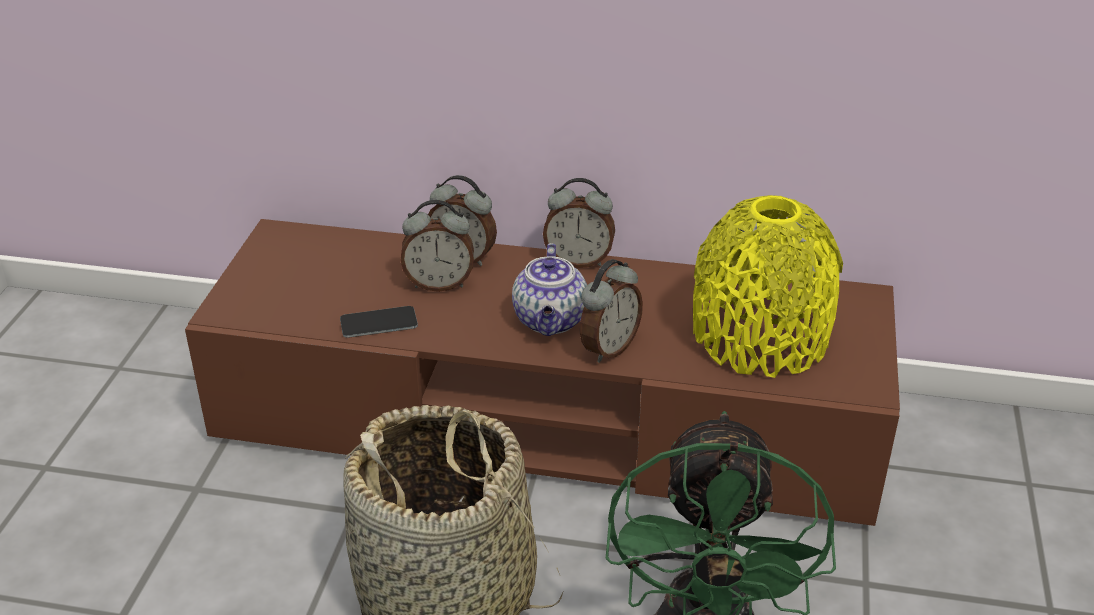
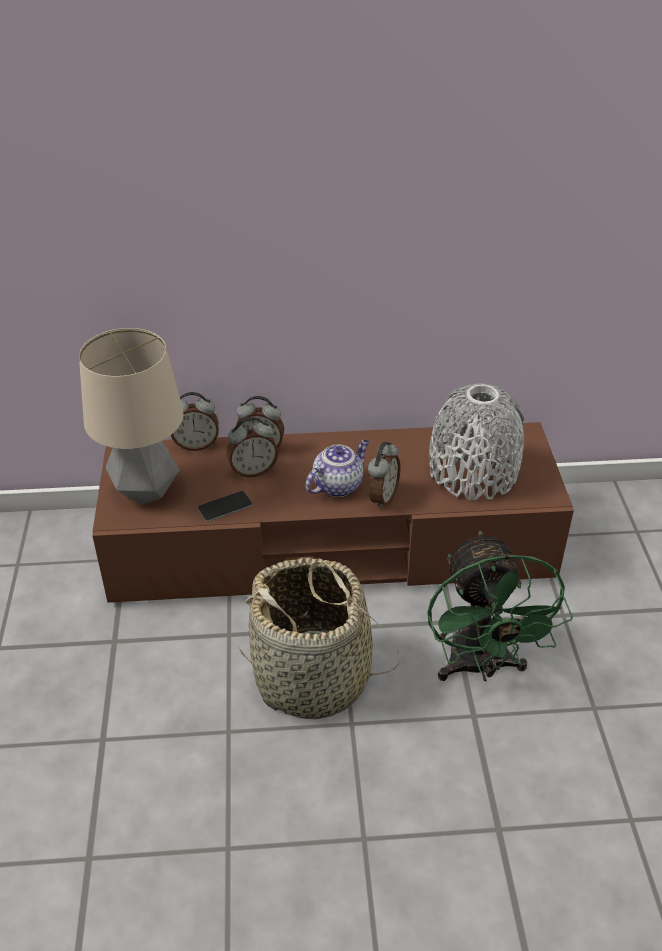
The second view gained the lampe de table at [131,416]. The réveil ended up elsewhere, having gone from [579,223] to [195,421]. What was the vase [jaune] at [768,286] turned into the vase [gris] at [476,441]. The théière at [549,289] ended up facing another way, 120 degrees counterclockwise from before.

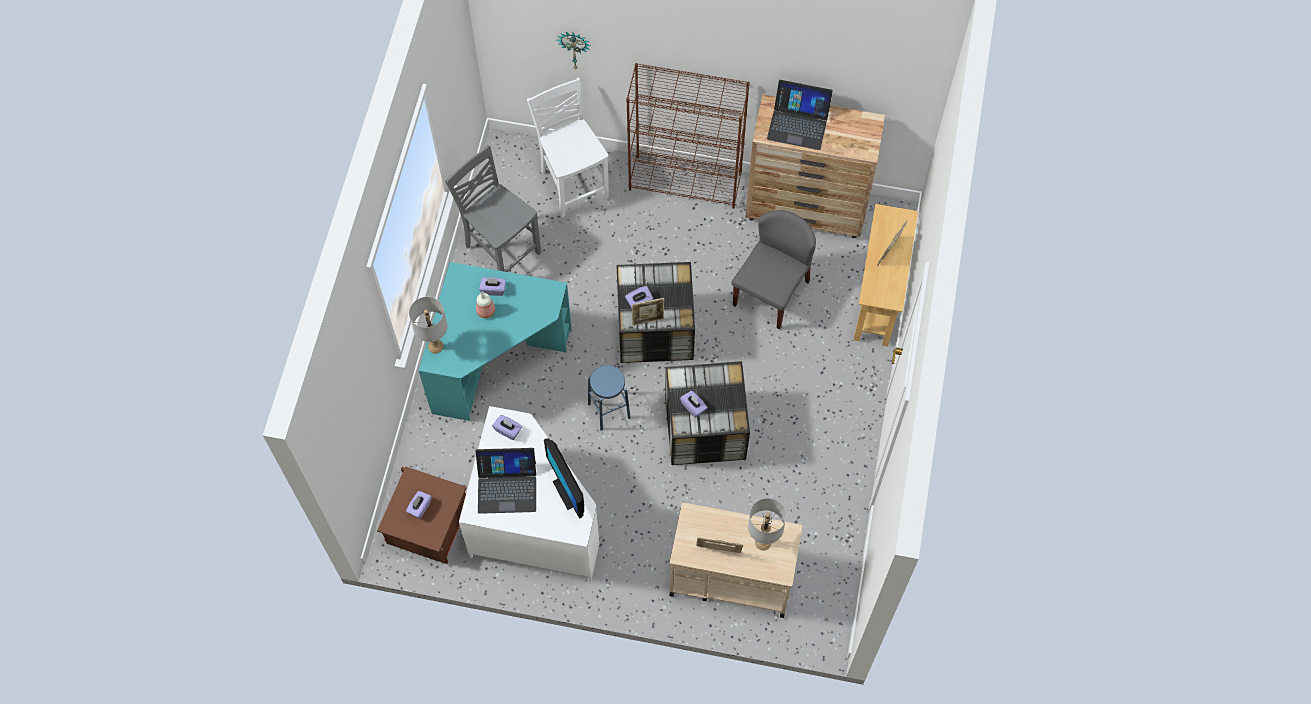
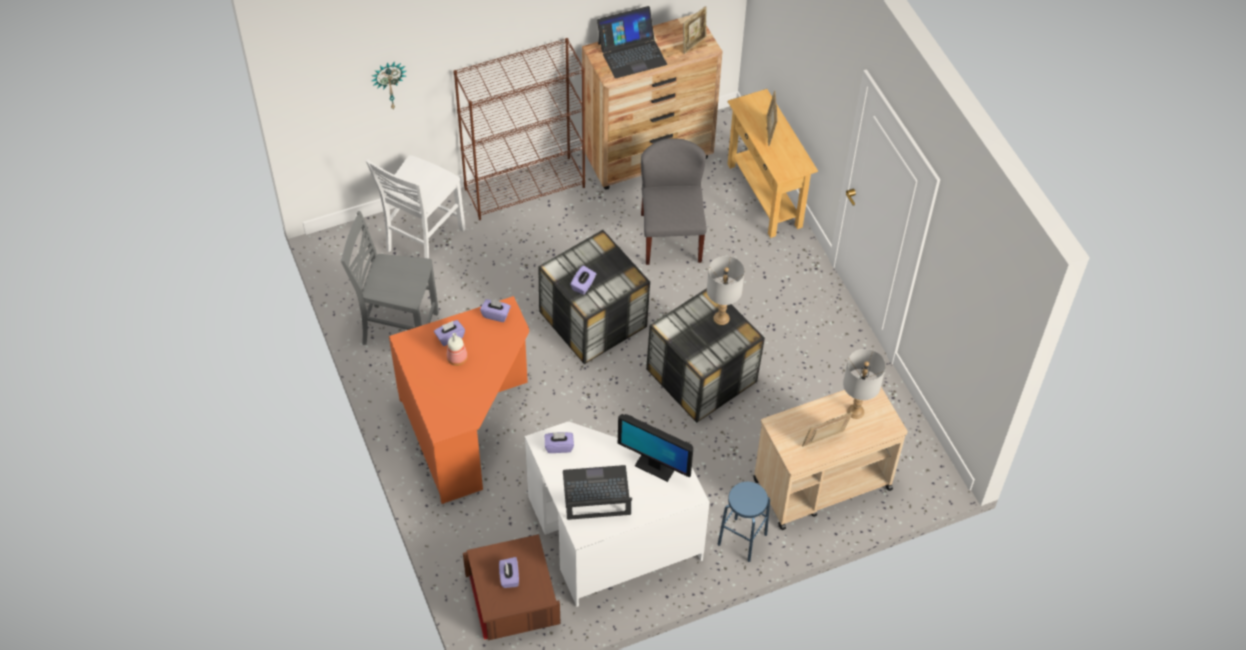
The lampe de table [gris] ended up elsewhere, having gone from [428,325] to [726,290]. The tabouret [bleu] ended up elsewhere, having gone from [609,398] to [744,521]. The cadre photo ended up elsewhere, having gone from [648,312] to [694,30]. The boîte à mouchoirs [violet] ended up elsewhere, having gone from [693,404] to [495,310]. What was the bureau [turquoise] at [495,341] turned into the bureau [orange] at [459,400]. The ordinateur portable at [506,481] ended up facing another way, 150 degrees counterclockwise from before. The chaise [blanc] at [568,148] ended up facing another way, 90 degrees counterclockwise from before.

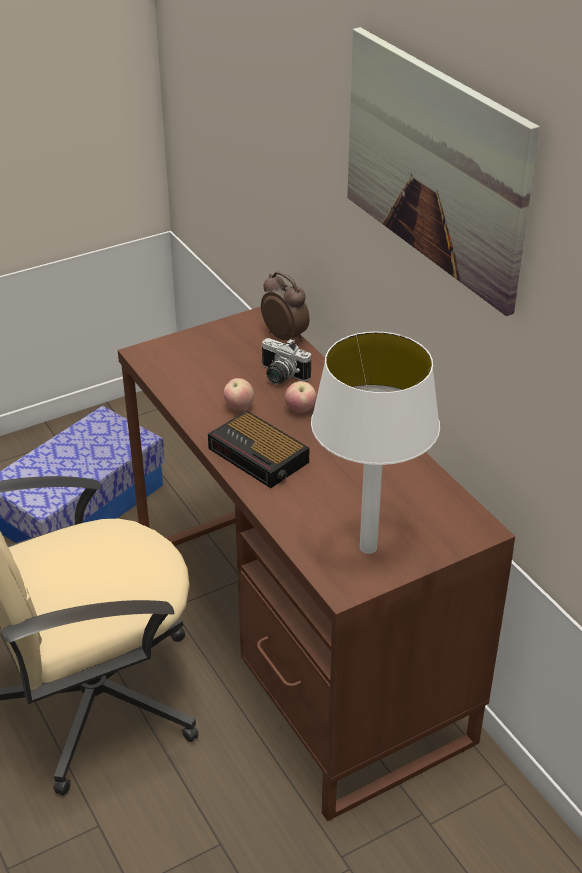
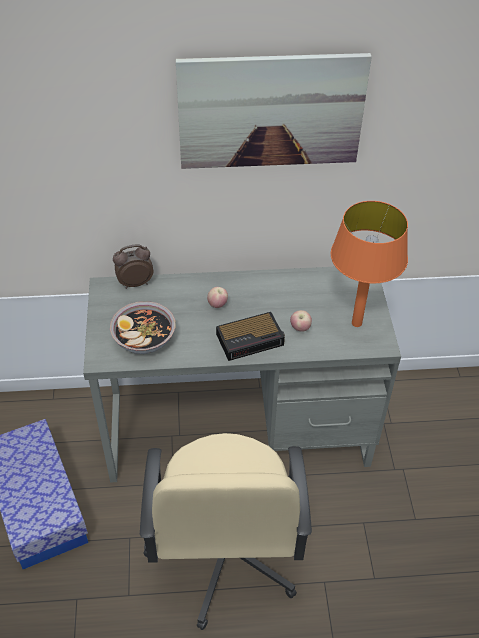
The second view lost the appareil photo at [286,361]. The second view gained the bol at [142,327]. The pomme ended up elsewhere, having gone from [239,394] to [301,321]. What was the bureau [marron] at [316,564] turned into the bureau [gris] at [242,374]. What was the lampe de table [blanc] at [375,443] turned into the lampe de table [orange] at [369,264].

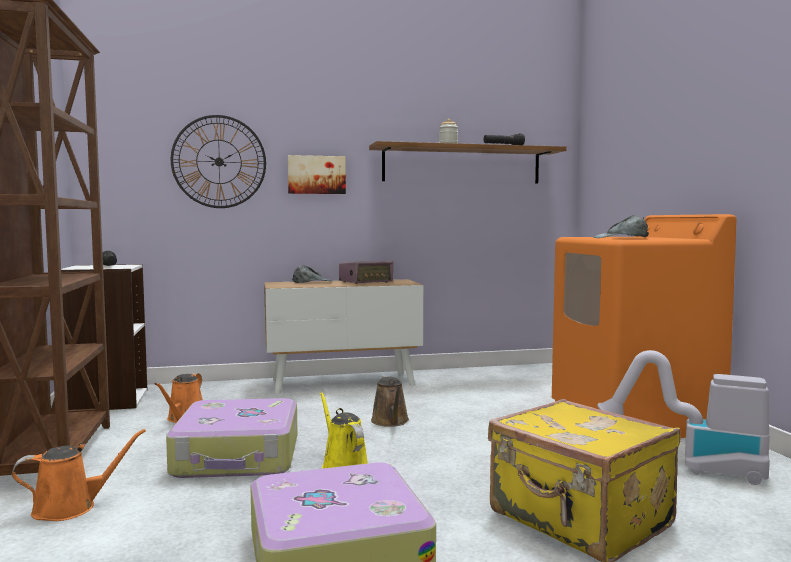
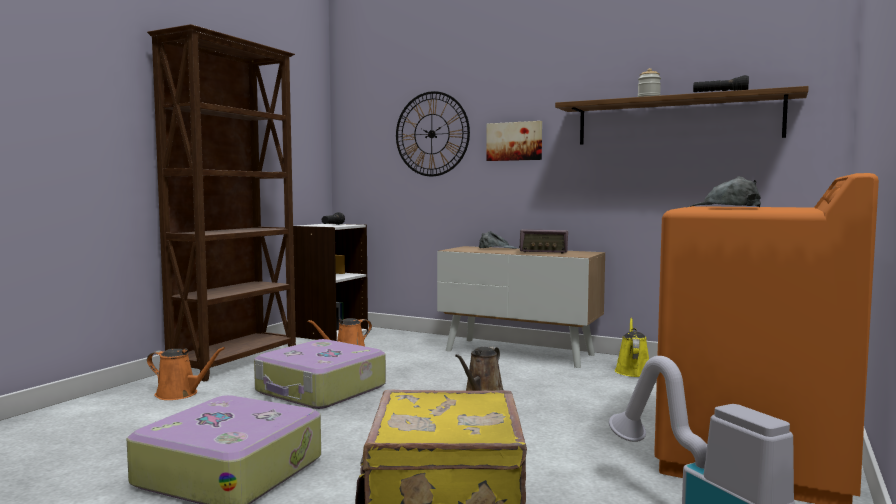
The arrosoir [jaune] ended up elsewhere, having gone from [344,430] to [632,347].

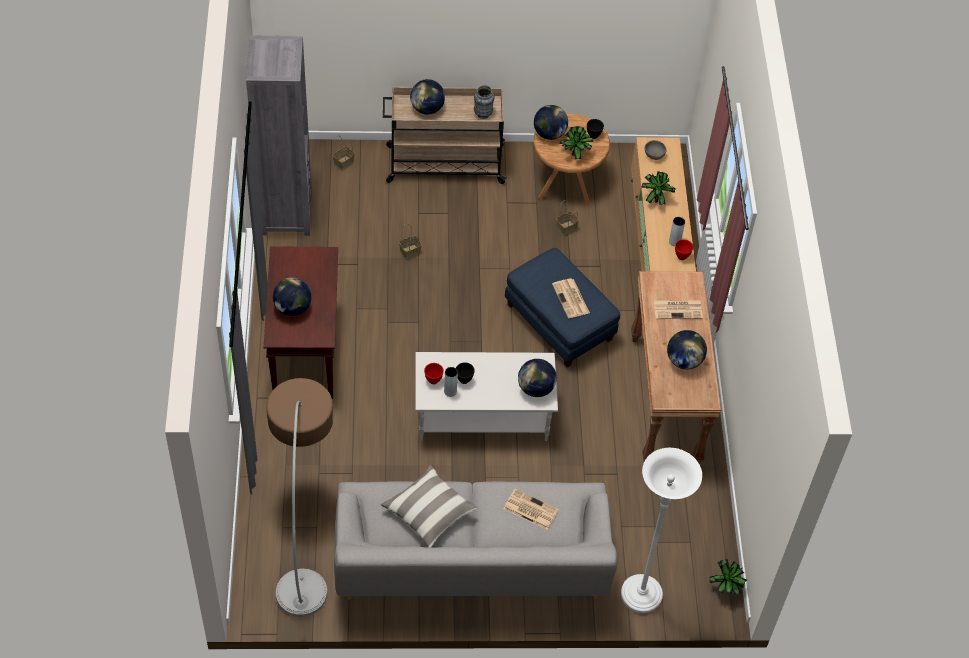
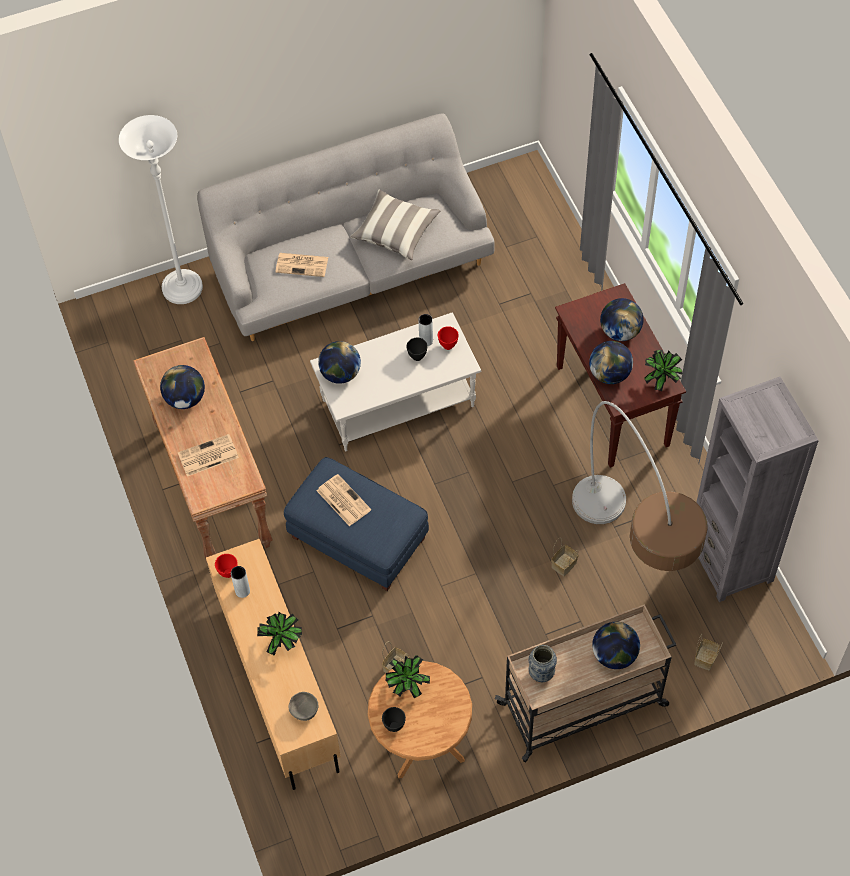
The lampadaire ended up elsewhere, having gone from [299,497] to [640,486]. The globe ended up elsewhere, having gone from [551,122] to [611,362]. The plante en pot ended up elsewhere, having gone from [728,577] to [664,370].

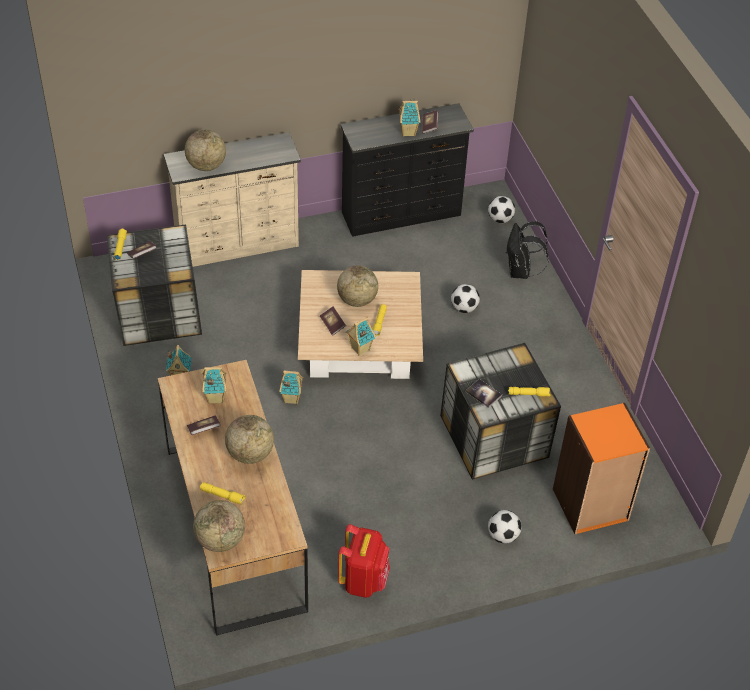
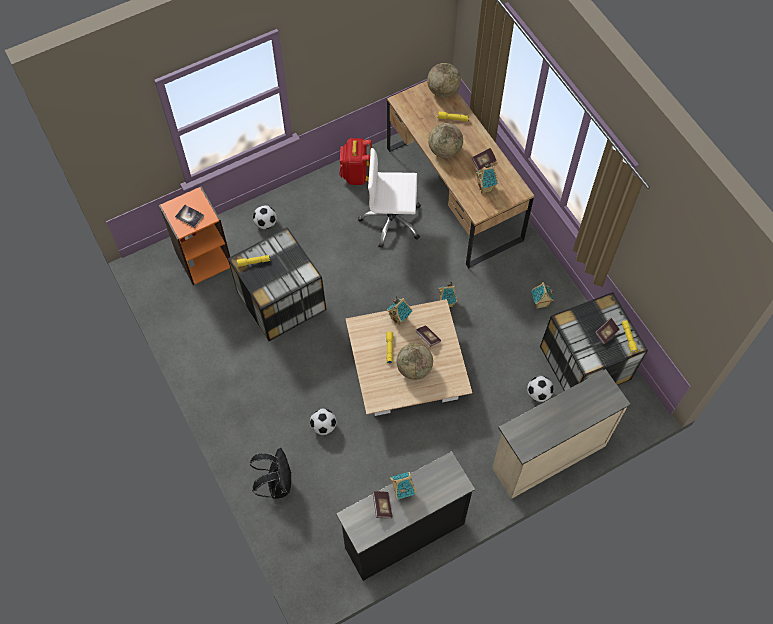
The second view lost the globe at [205,150]. The second view gained the chaise de bureau [blanc] at [389,198]. The livre ended up elsewhere, having gone from [484,393] to [189,216]. The ballon de foot ended up elsewhere, having gone from [501,209] to [540,389].

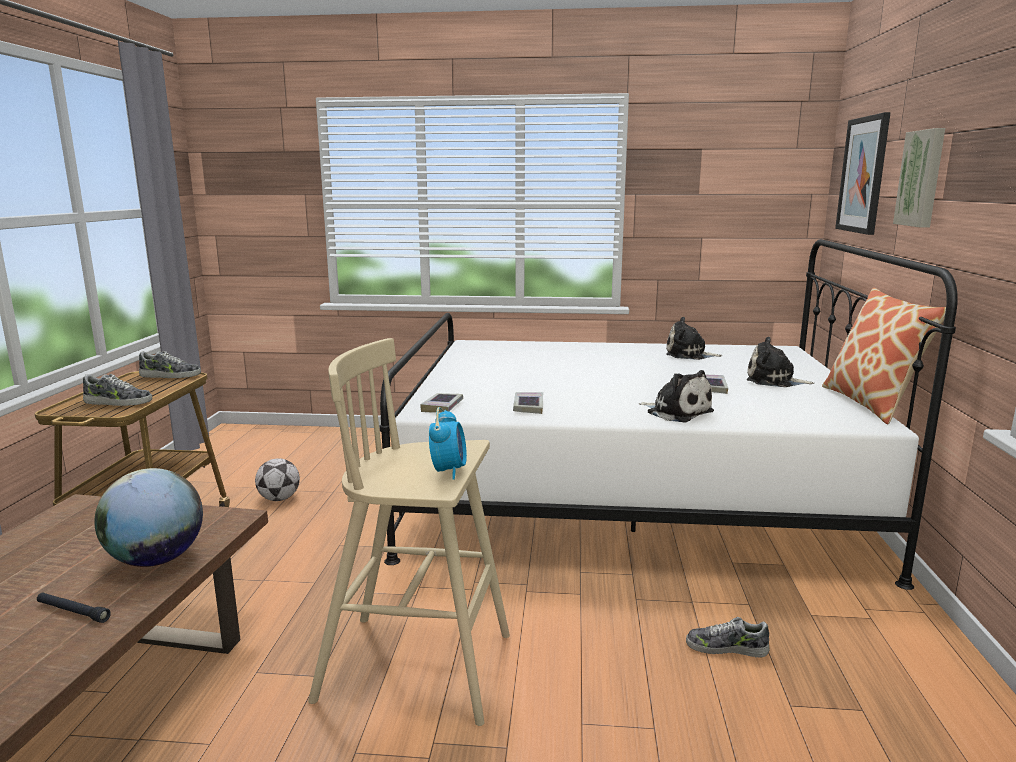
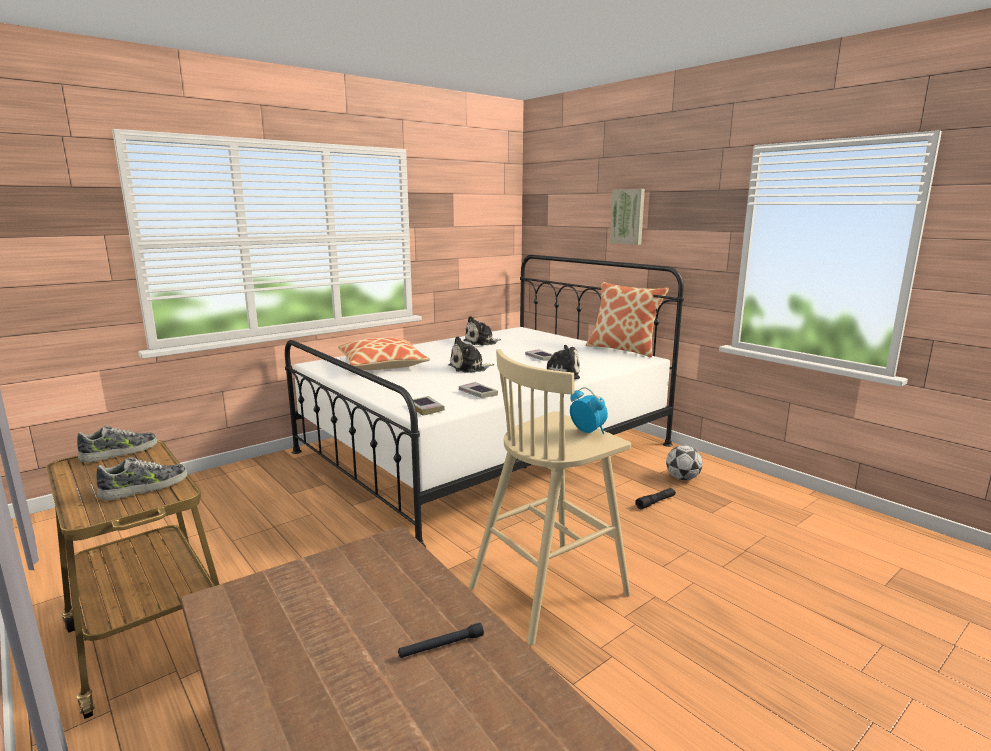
The second view lost the globe at [148,517]. The second view lost the tableau at [863,173]. The second view gained the coussin at [384,353]. The ballon de foot ended up elsewhere, having gone from [277,479] to [684,462]. The peluche ended up elsewhere, having gone from [780,362] to [471,354]. Where the chaussure stood at [728,637], the lampe de poche [noir] came to stand at [655,498].

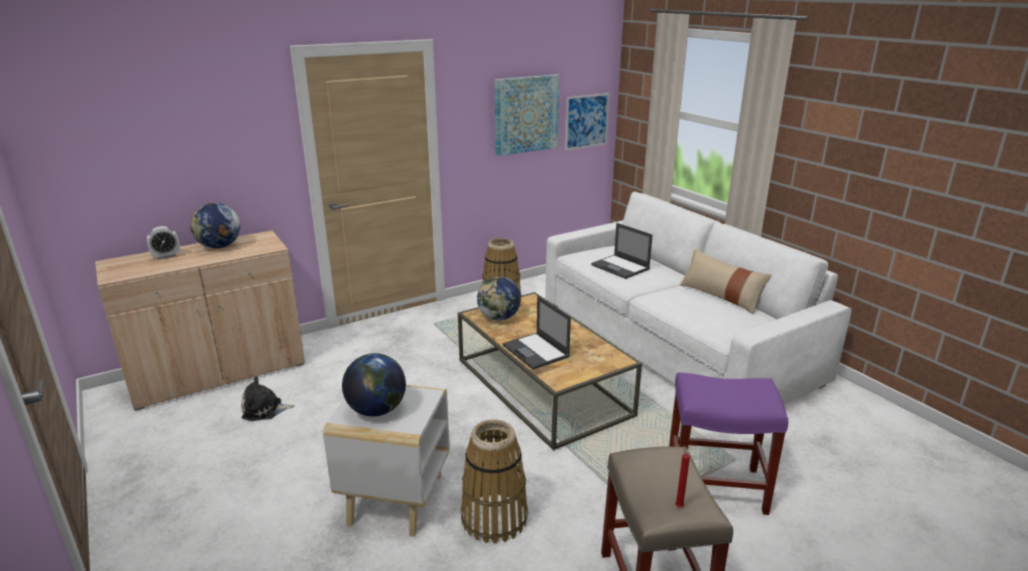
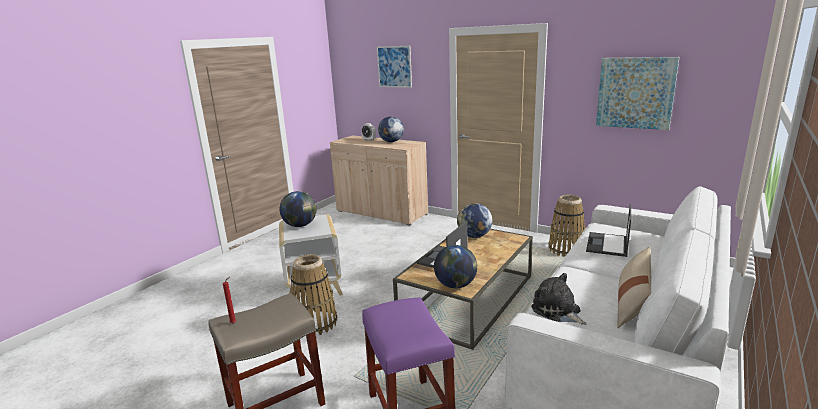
The second view gained the globe at [455,266]. The peluche ended up elsewhere, having gone from [268,398] to [559,299]. The tableau ended up elsewhere, having gone from [587,121] to [394,67].

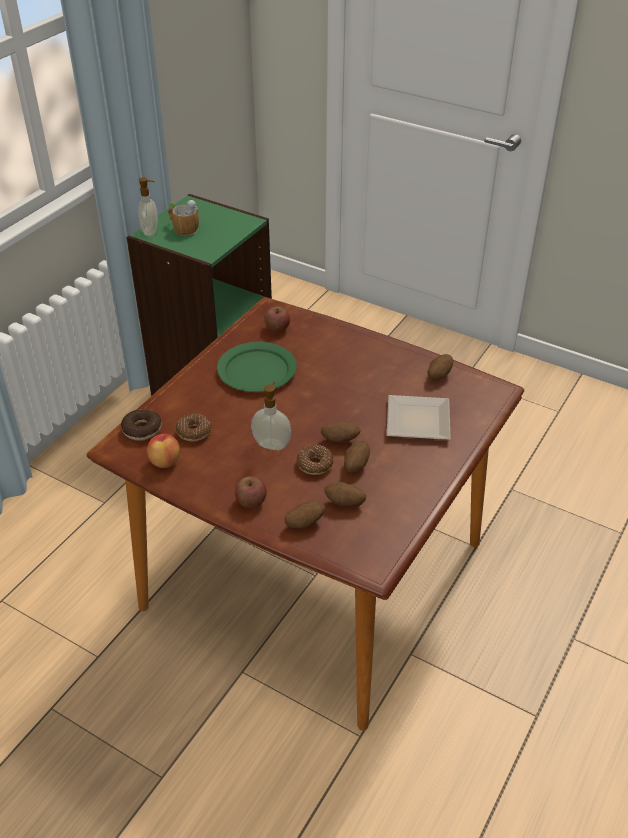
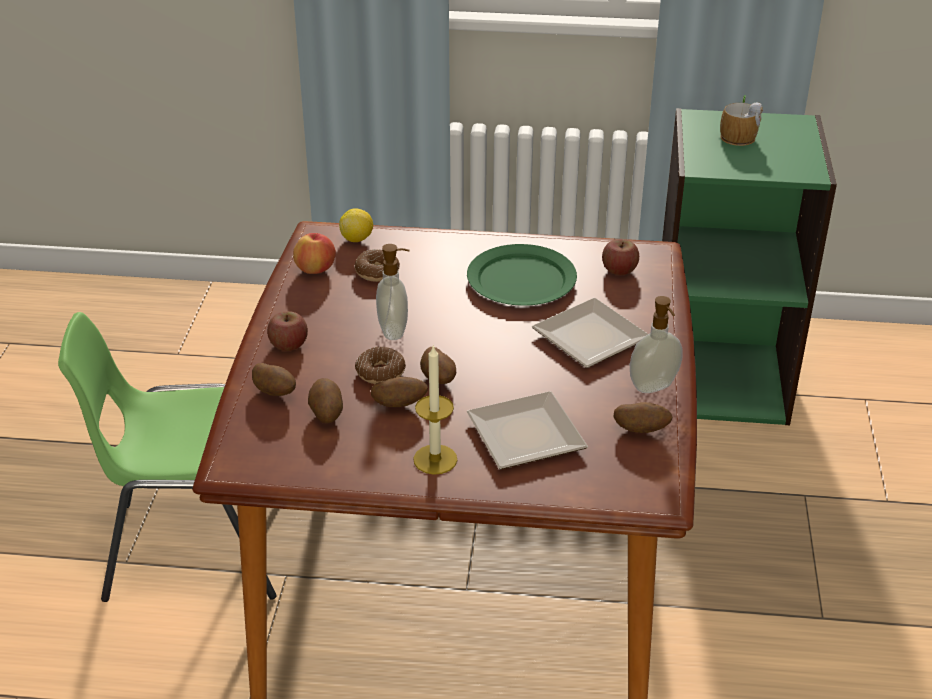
The second view gained the chaise [vert] at [167,457]. The second view gained the bougie at [435,410]. The second view gained the assiette at [590,333]. The distributeur de savon ended up elsewhere, having gone from [148,206] to [656,344]. Where the beignet stood at [141,425], the citron came to stand at [356,225].

